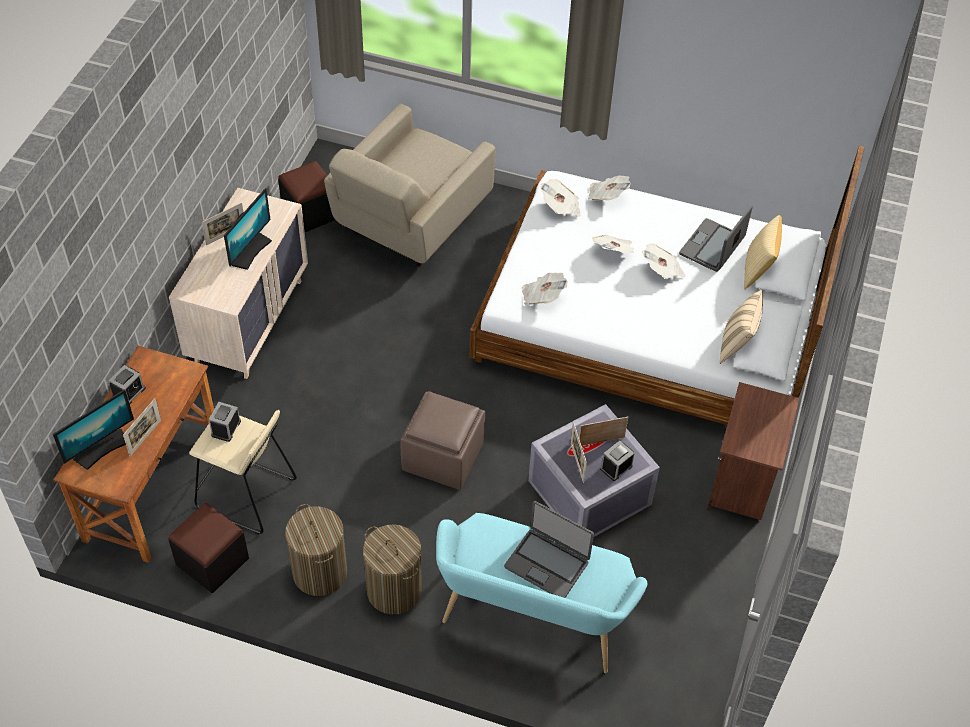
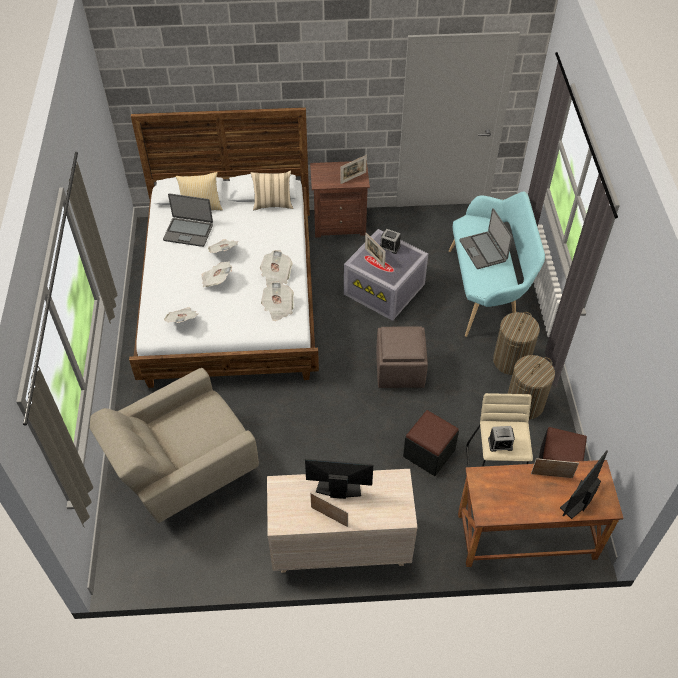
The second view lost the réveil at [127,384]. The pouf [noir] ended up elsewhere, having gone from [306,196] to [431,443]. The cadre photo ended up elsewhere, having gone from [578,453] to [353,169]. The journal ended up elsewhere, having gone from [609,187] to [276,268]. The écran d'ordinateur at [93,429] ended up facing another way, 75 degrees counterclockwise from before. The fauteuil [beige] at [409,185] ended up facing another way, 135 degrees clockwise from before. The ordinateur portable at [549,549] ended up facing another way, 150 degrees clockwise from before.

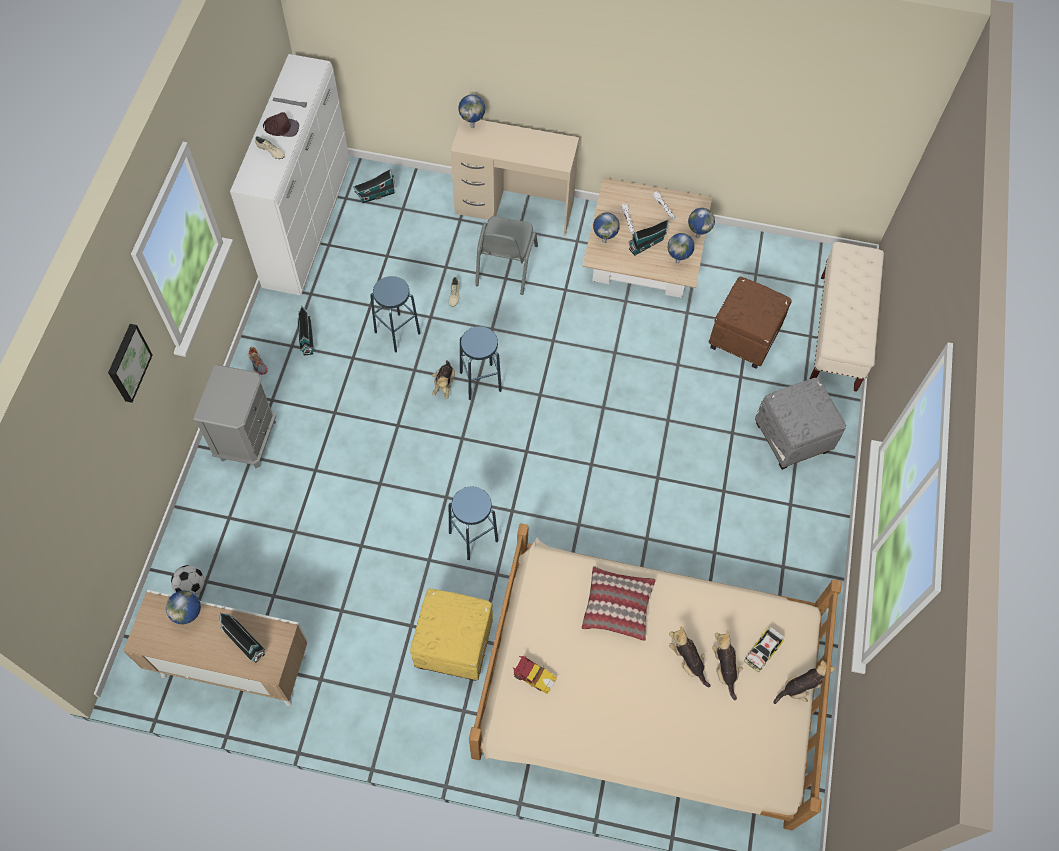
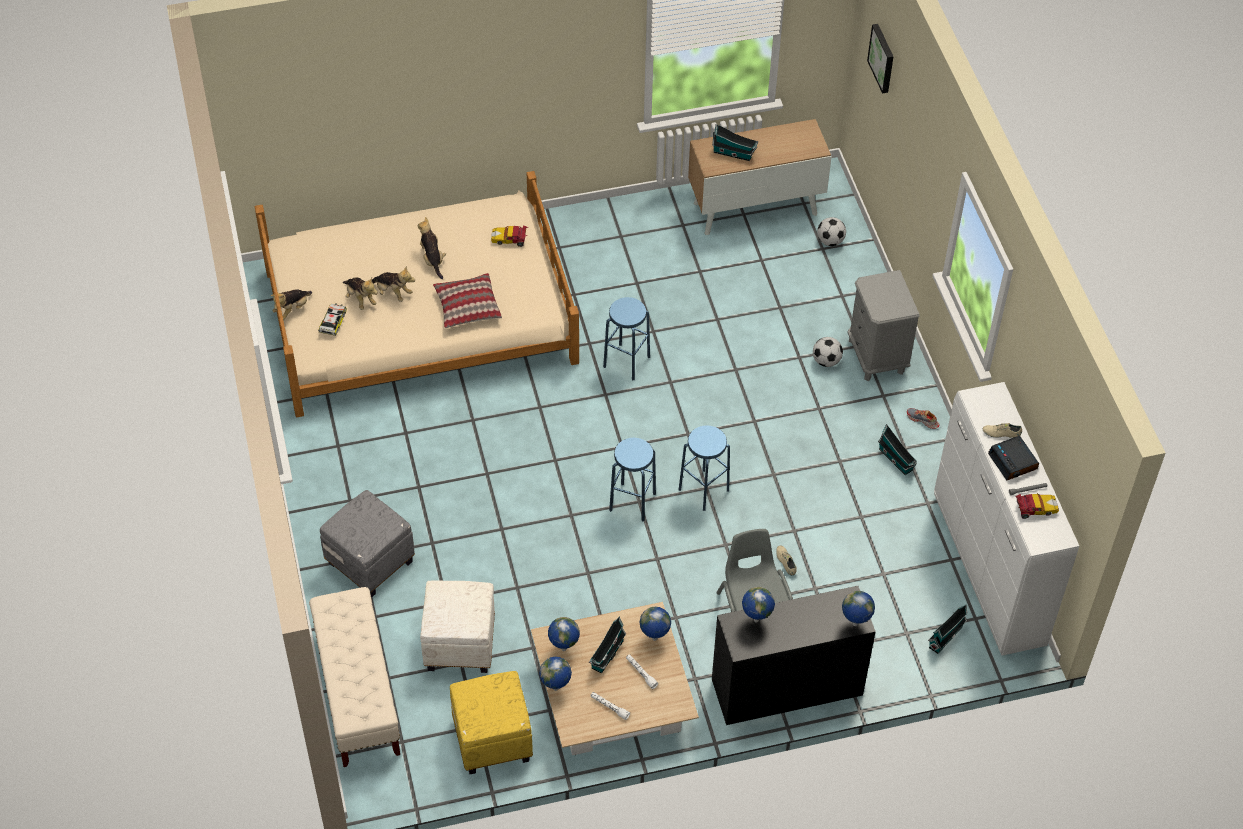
The second view gained the ballon de foot at [828,352]. The second view gained the petite voiture at [1037,506]. The tableau ended up elsewhere, having gone from [130,363] to [880,59]. The globe ended up elsewhere, having gone from [183,607] to [758,605]. The tabouret [bleu] ended up elsewhere, having gone from [395,314] to [632,479]. The pouf [jaune] ended up elsewhere, having gone from [451,635] to [491,722]. The peluche ended up elsewhere, having gone from [443,379] to [432,248]. Where the casquette [marron] stood at [281,124], the réveil came to stand at [1013,458]. What was the bureau [beige] at [515,176] turned into the bureau [noir] at [794,655]. What was the pouf [marron] at [750,323] turned into the pouf [blanc] at [457,627].

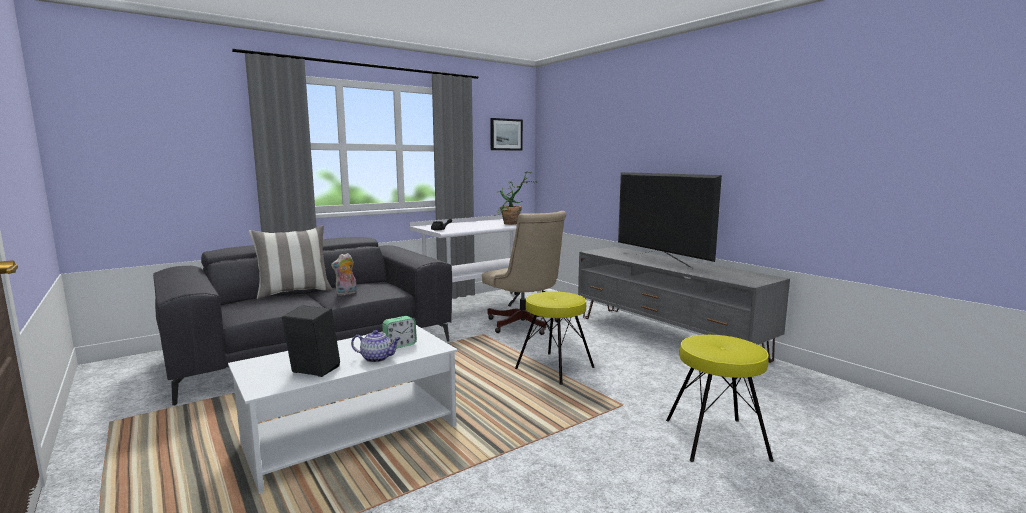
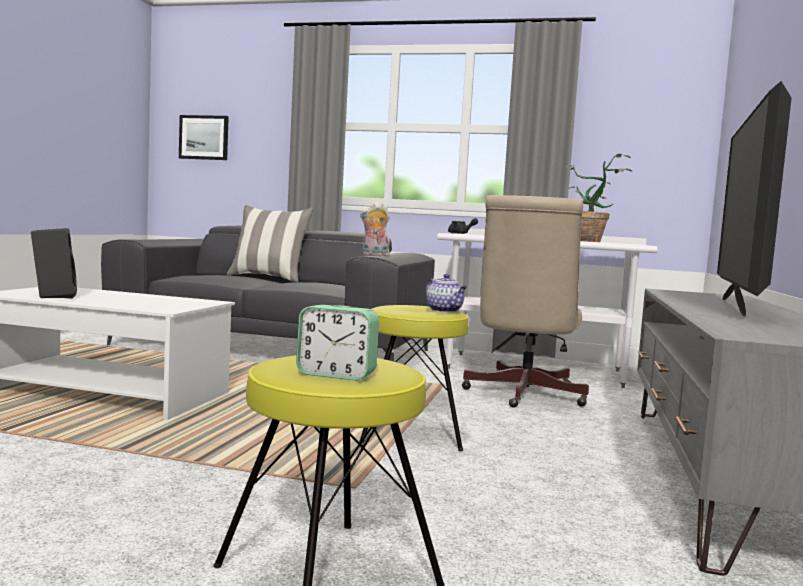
The peluche ended up elsewhere, having gone from [344,274] to [375,229]. The théière ended up elsewhere, having gone from [376,346] to [446,293]. The réveil ended up elsewhere, having gone from [399,332] to [337,343]. The tableau ended up elsewhere, having gone from [506,134] to [204,137].

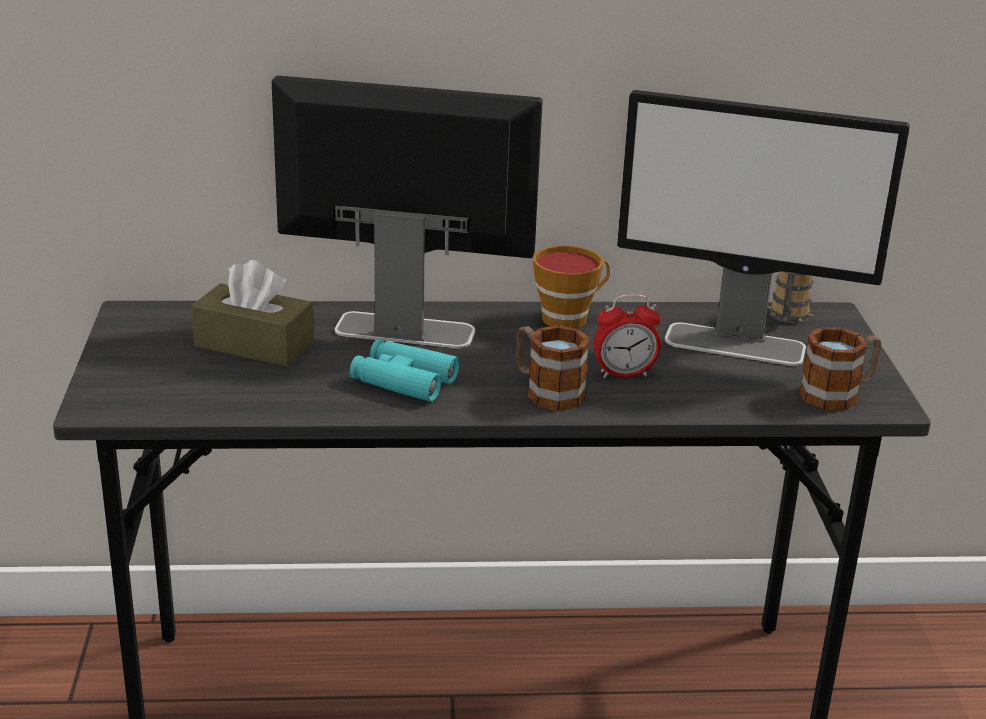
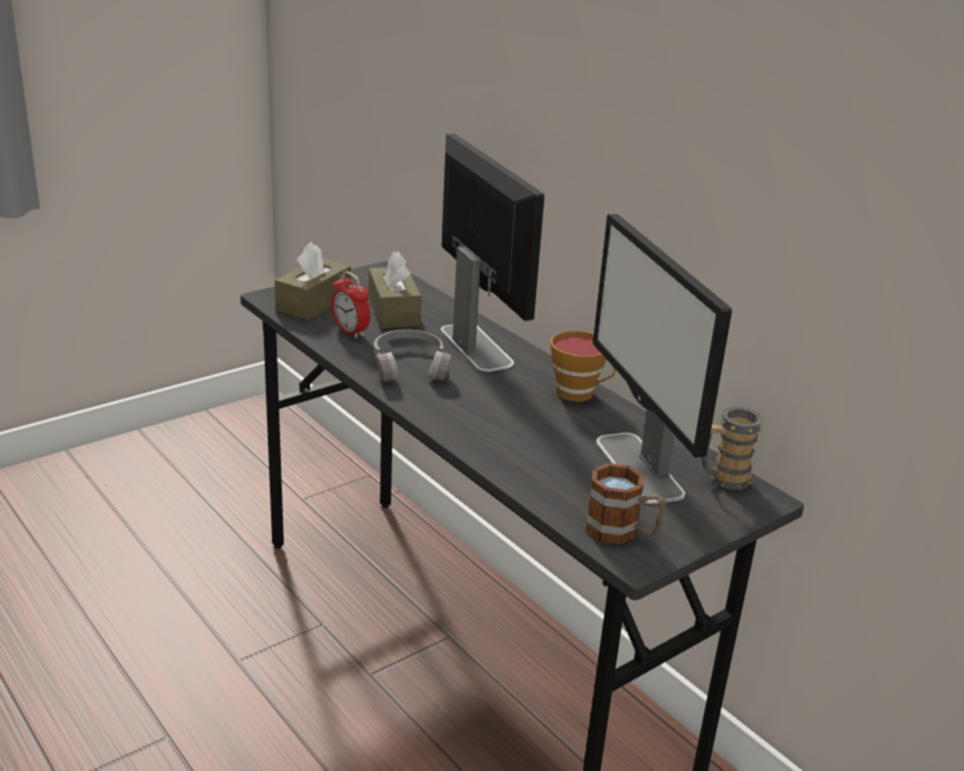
The second view lost the mug at [553,368]. The second view gained the boîte à mouchoirs [marron] at [312,281]. The réveil ended up elsewhere, having gone from [627,336] to [350,305]. Where the jumelles [turquoise] stood at [404,370], the casque audio [gris] came to stand at [412,355].

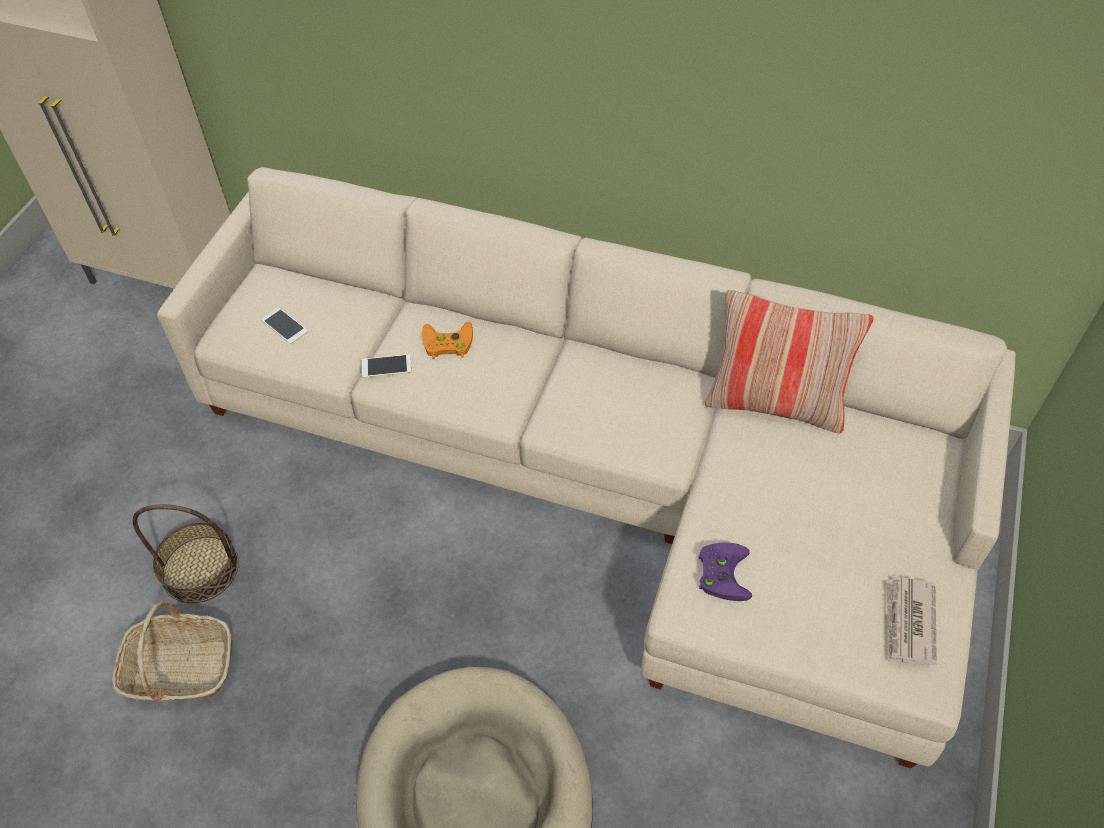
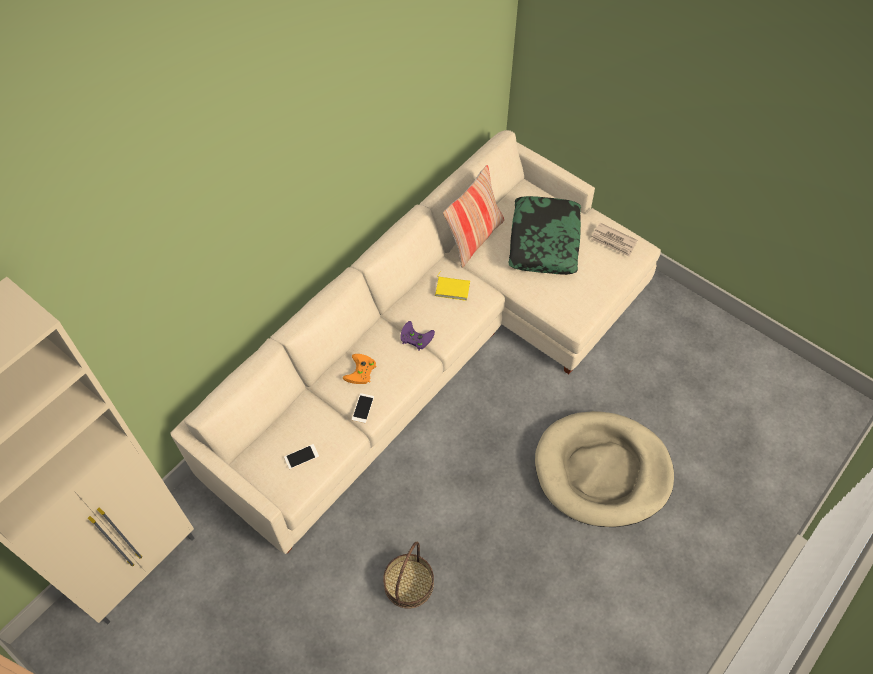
The second view lost the panier at [171,651]. The second view gained the livre [jaune] at [452,286]. The second view gained the coussin at [544,235]. The manette [violet] ended up elsewhere, having gone from [725,572] to [417,336].

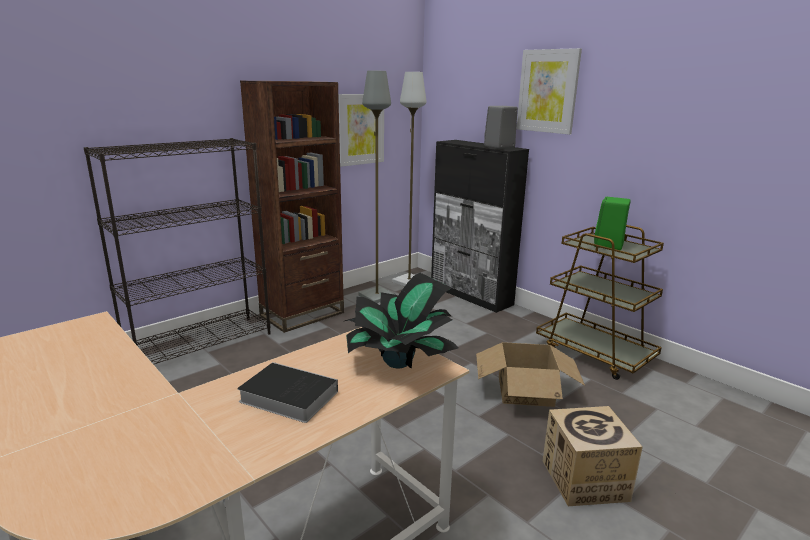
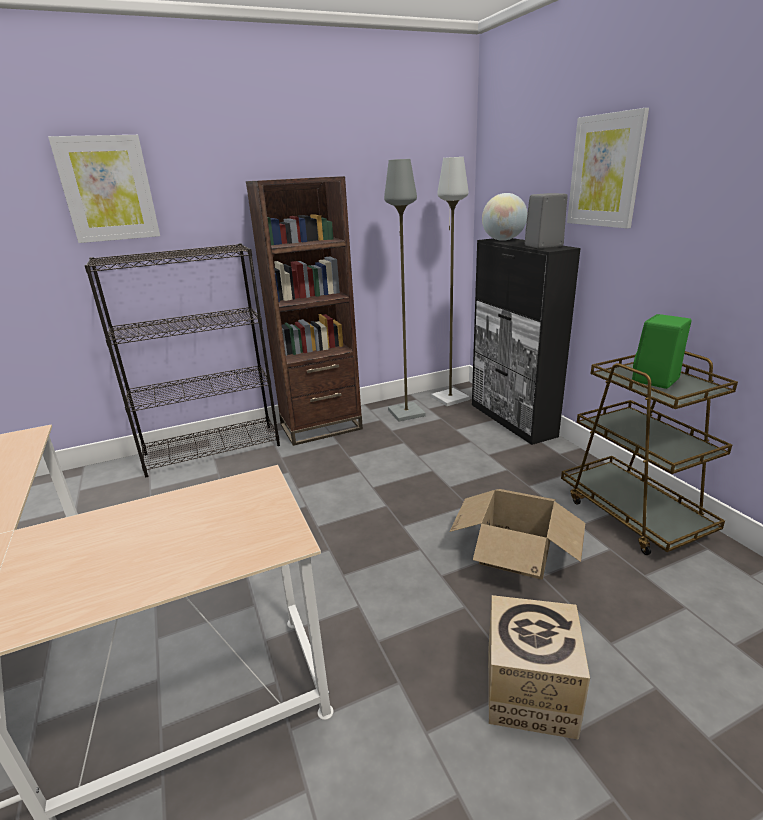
The second view lost the livre at [287,392]. The second view lost the plante en pot at [401,321]. The second view gained the globe at [505,217]. The tableau ended up elsewhere, having gone from [361,130] to [104,189].

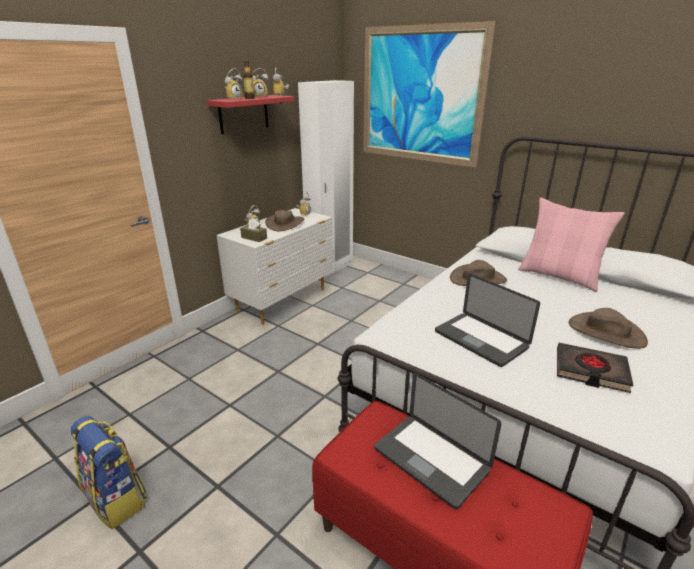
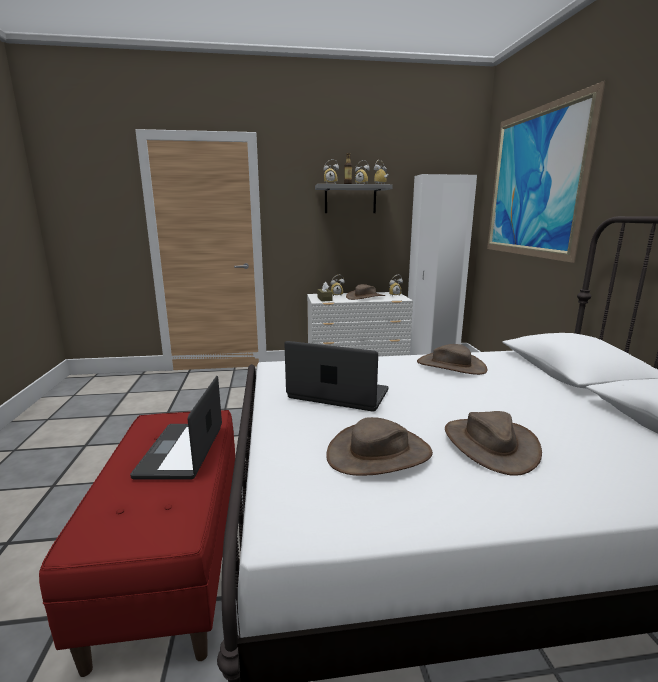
The second view lost the sac à dos at [108,472]. The second view lost the coussin [rose] at [571,245]. Where the livre [noir] stood at [595,368], the chapeau [marron] came to stand at [379,446]. What was the étagère [rouge] at [250,114] turned into the étagère [gris] at [354,198]. The ordinateur portable at [487,320] ended up facing another way, 105 degrees clockwise from before.

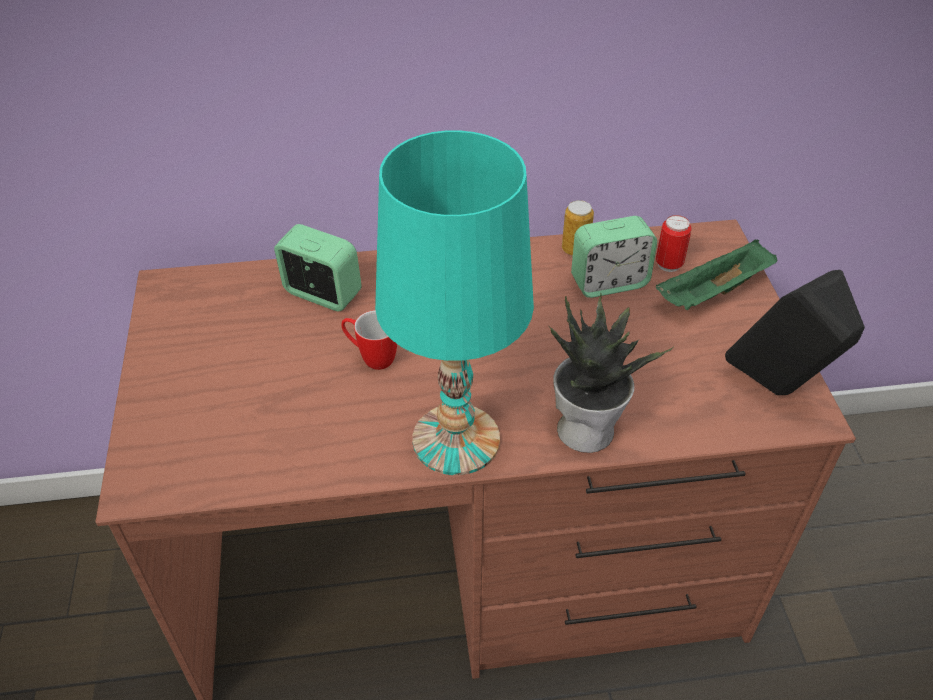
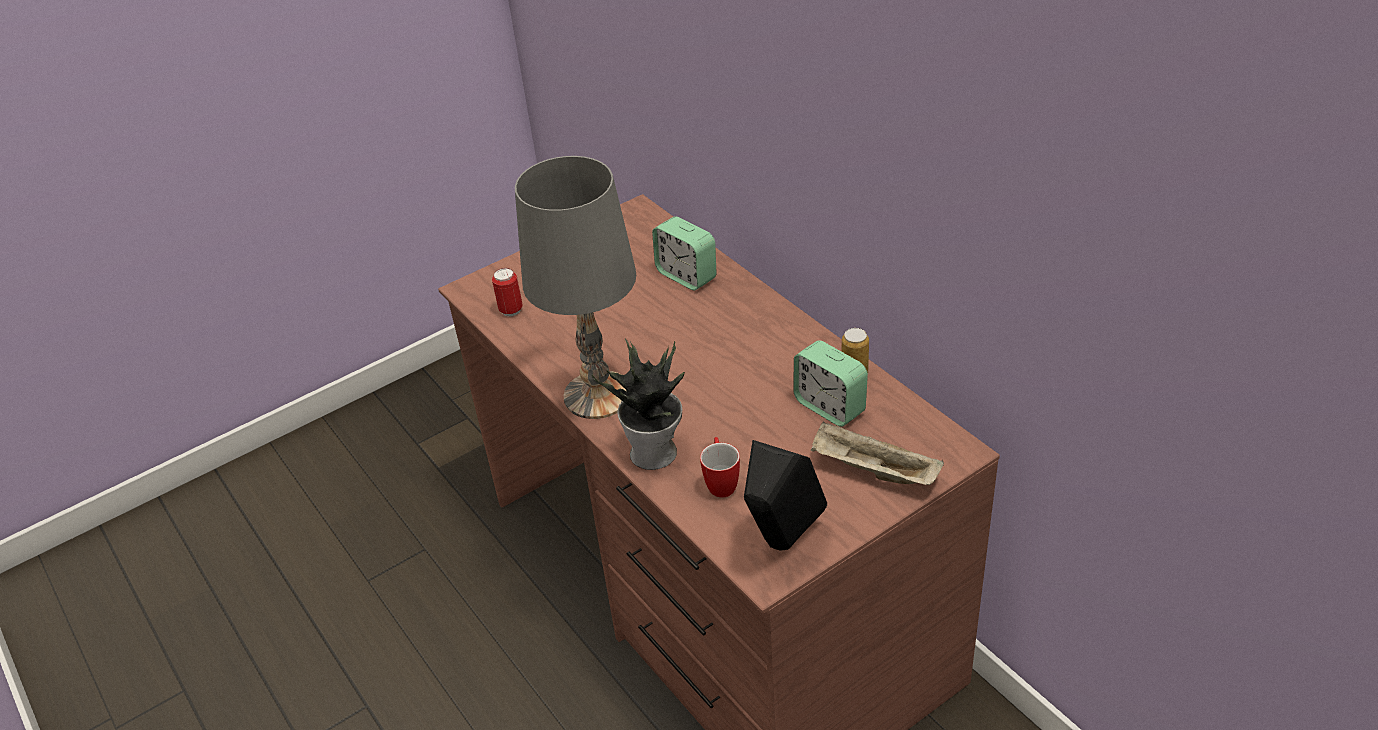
The mug ended up elsewhere, having gone from [369,340] to [720,467]. The boîte métallique ended up elsewhere, having gone from [674,243] to [507,292]. What was the lampe de table [turquoise] at [454,302] turned into the lampe de table [gris] at [575,287]. What was the plateau [vert] at [717,274] turned into the plateau [beige] at [877,453]. The réveil at [318,267] ended up facing another way, 135 degrees clockwise from before.

